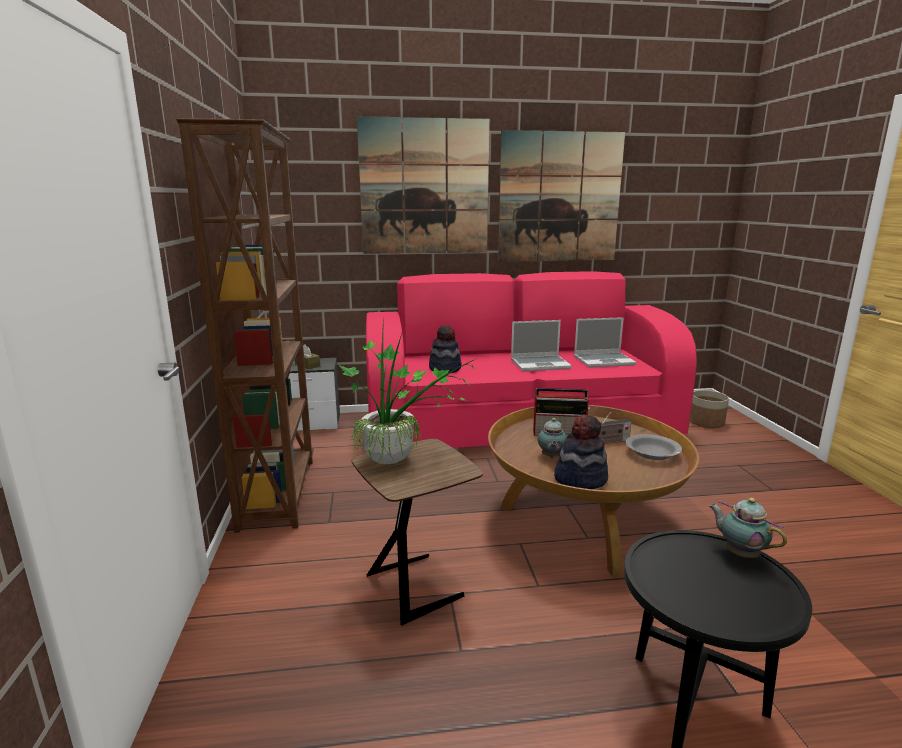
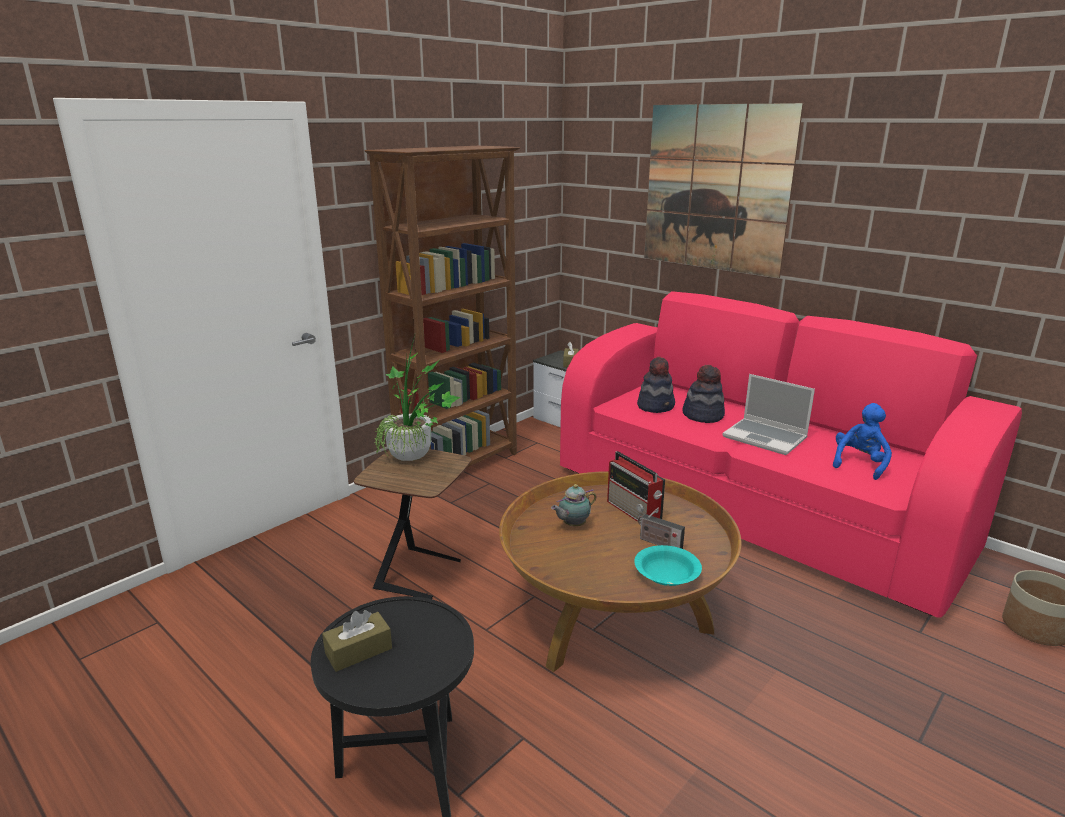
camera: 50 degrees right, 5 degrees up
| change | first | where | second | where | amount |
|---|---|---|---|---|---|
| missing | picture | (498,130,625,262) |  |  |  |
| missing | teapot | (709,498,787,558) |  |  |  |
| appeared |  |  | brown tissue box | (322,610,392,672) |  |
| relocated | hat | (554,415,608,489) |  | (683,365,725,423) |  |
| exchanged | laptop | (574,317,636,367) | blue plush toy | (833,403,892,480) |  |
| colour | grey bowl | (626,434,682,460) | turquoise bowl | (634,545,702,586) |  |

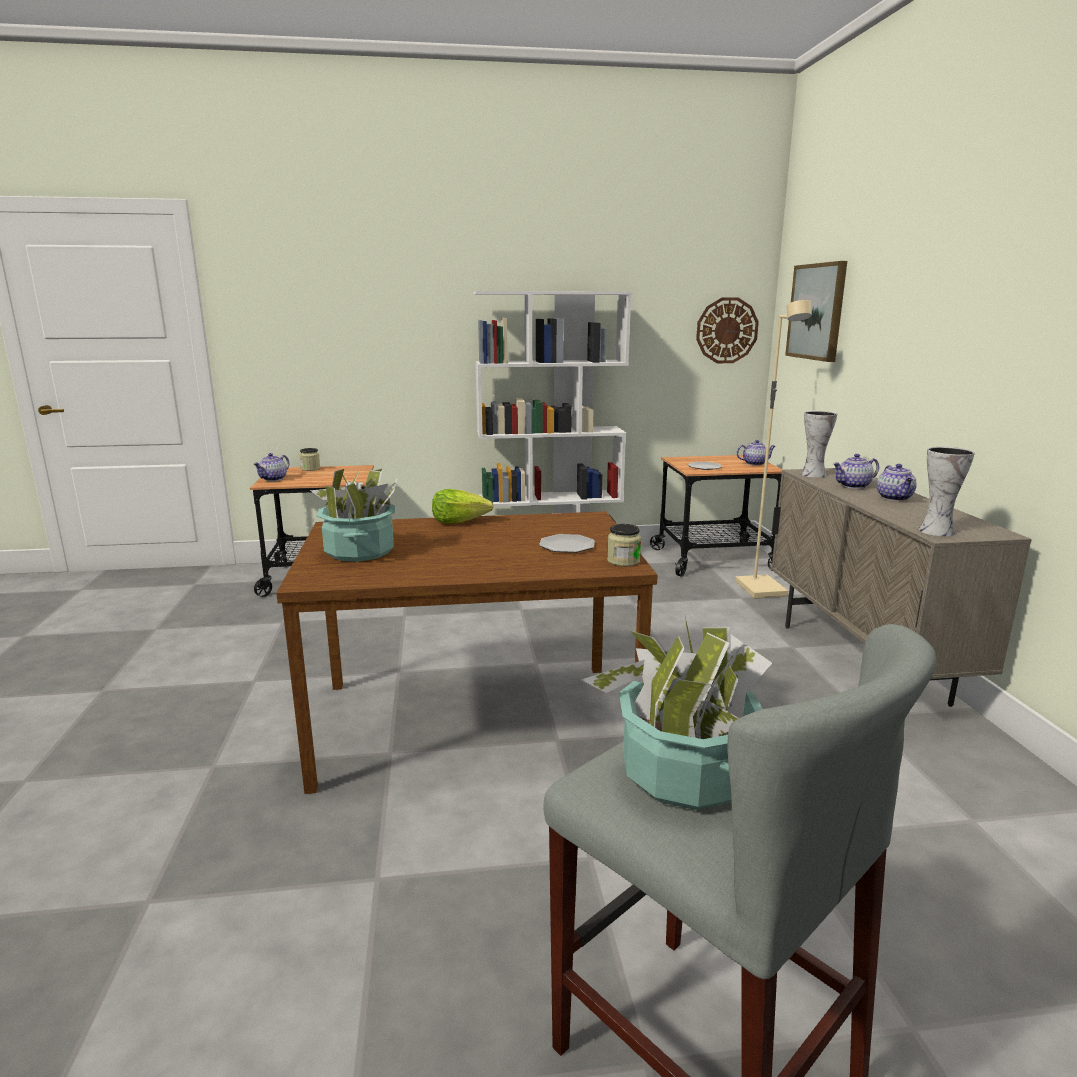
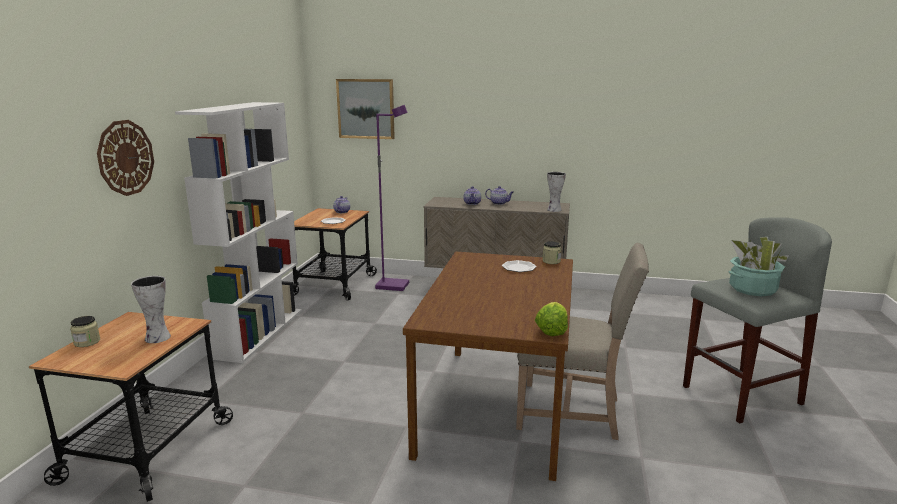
camera: 70 degrees left, 0 degrees up
| change | first | where | second | where | amount |
|---|---|---|---|---|---|
| missing | teapot | (253,453,289,481) |  |  |  |
| missing | potted plant | (310,469,398,562) |  |  |  |
| appeared |  |  | beige chair | (516,243,649,440) |  |
| relocated | lettuce | (432,489,494,524) |  | (535,302,568,336) |  |
| relocated | wall clock | (696,297,759,363) |  | (97,120,154,196) |  |
| relocated | vase | (801,411,837,478) |  | (131,276,171,343) |  |
| colour | beige floor lamp | (735,300,812,599) | purple floor lamp | (375,105,409,291) |  |

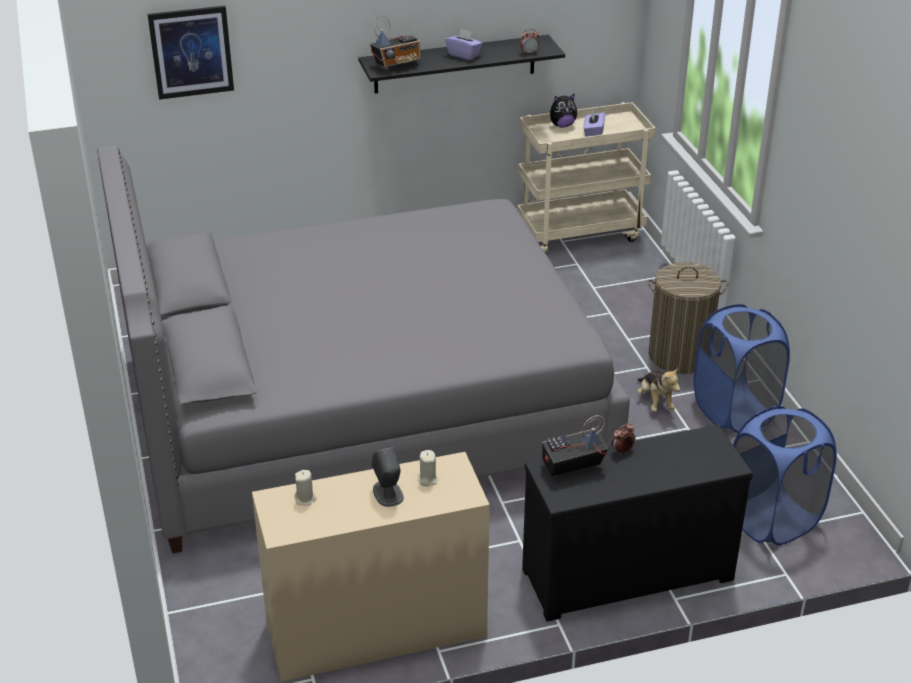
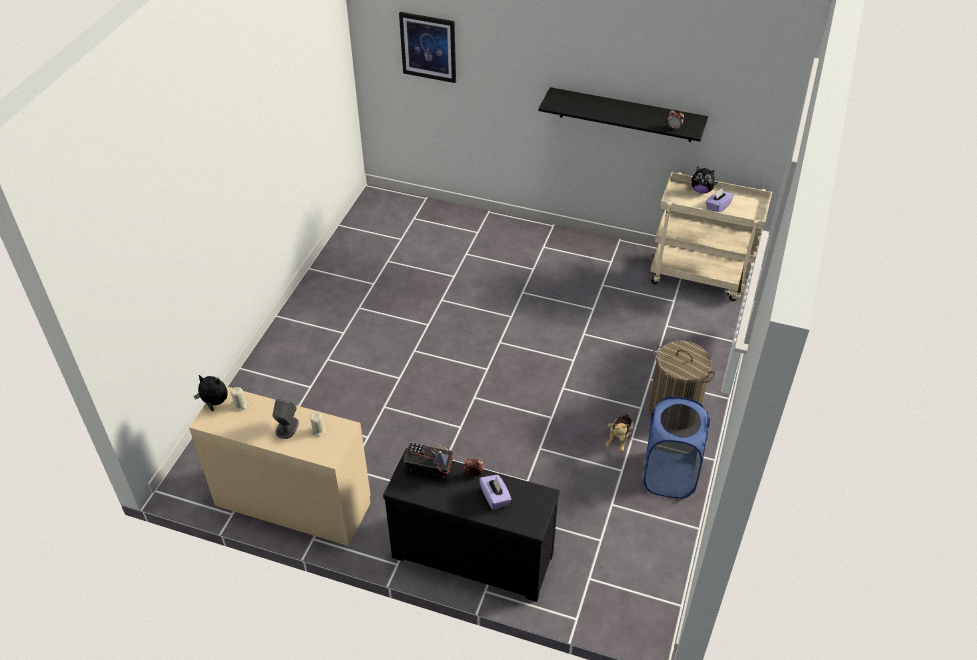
camera: 35 degrees right, 10 degrees up
| change | first | where | second | where | amount |
|---|---|---|---|---|---|
| missing | grey bed | (97,145,630,553) |  |  |  |
| missing | radio | (370,16,420,70) |  |  |  |
| missing | blue laundry basket | (733,406,837,546) |  |  |  |
| appeared |  |  | plush toy | (194,375,228,412) |  |
| relocated | purple tissue box | (445,28,482,60) |  | (479,474,511,510) |  |

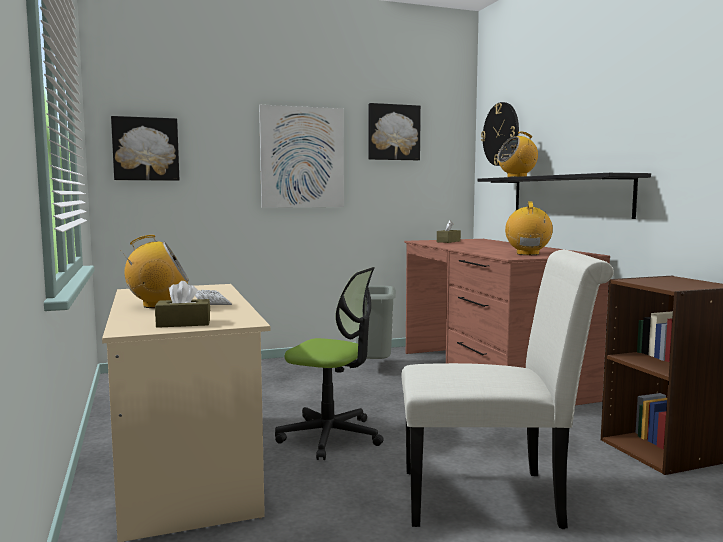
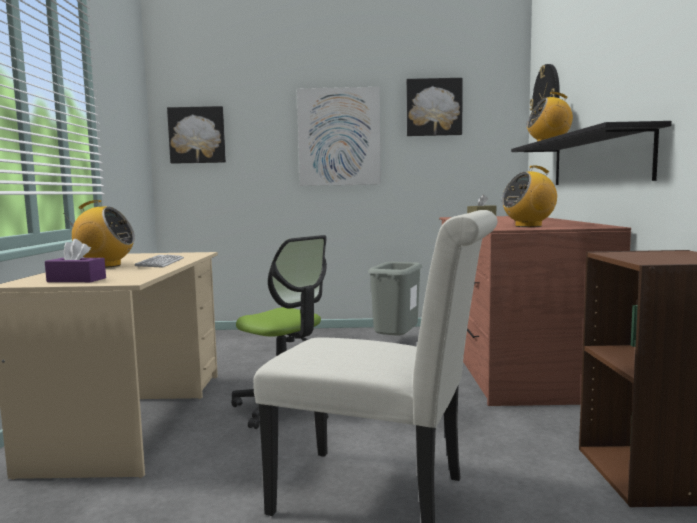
camera: 20 degrees right, 0 degrees up
| change | first | where | second | where | amount |
|---|---|---|---|---|---|
| colour | brown tissue box | (155,281,210,328) | purple tissue box | (45,239,106,282) |  |
| spun | radio | (505,202,553,255) |  | (502,166,557,227) | 135 degrees counterclockwise |

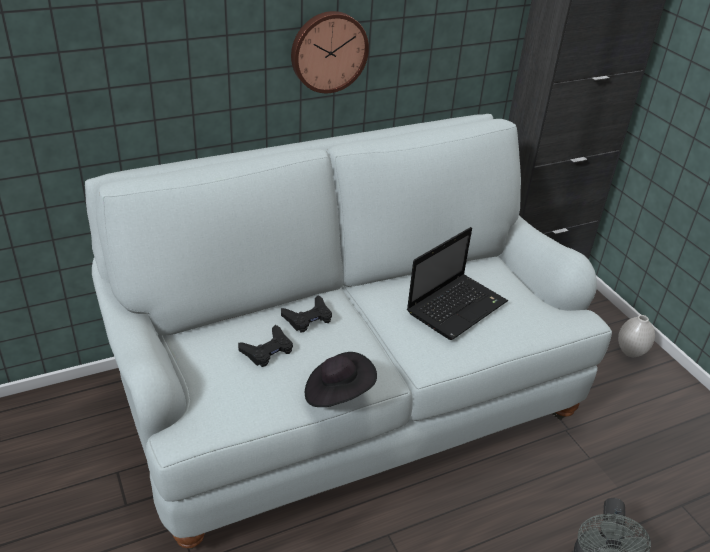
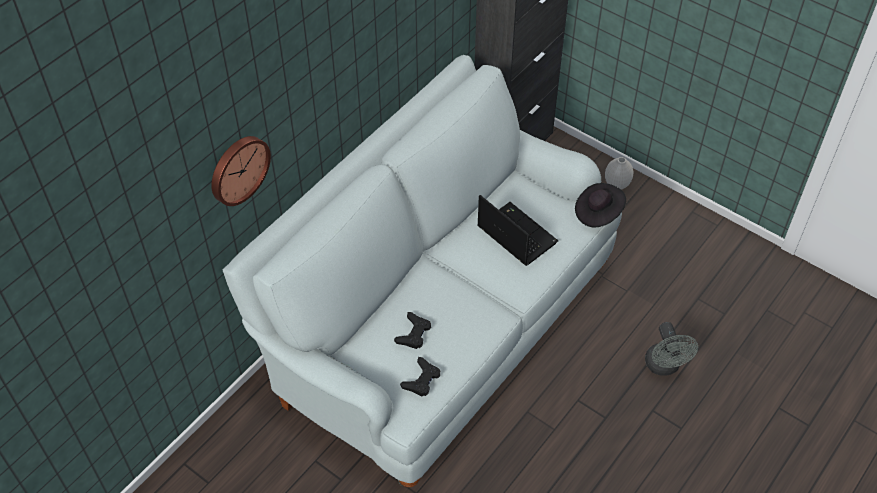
camera: 25 degrees left, 15 degrees up
| change | first | where | second | where | amount |
|---|---|---|---|---|---|
| relocated | black game controller | (281,295,332,332) |  | (400,357,440,396) |  |
| relocated | wall clock | (291,11,369,93) |  | (211,136,271,206) |  |
| relocated | black hat | (305,352,377,407) |  | (575,183,626,227) |  |
| spun | laptop | (407,227,508,340) |  | (477,195,558,266) | 60 degrees counterclockwise |

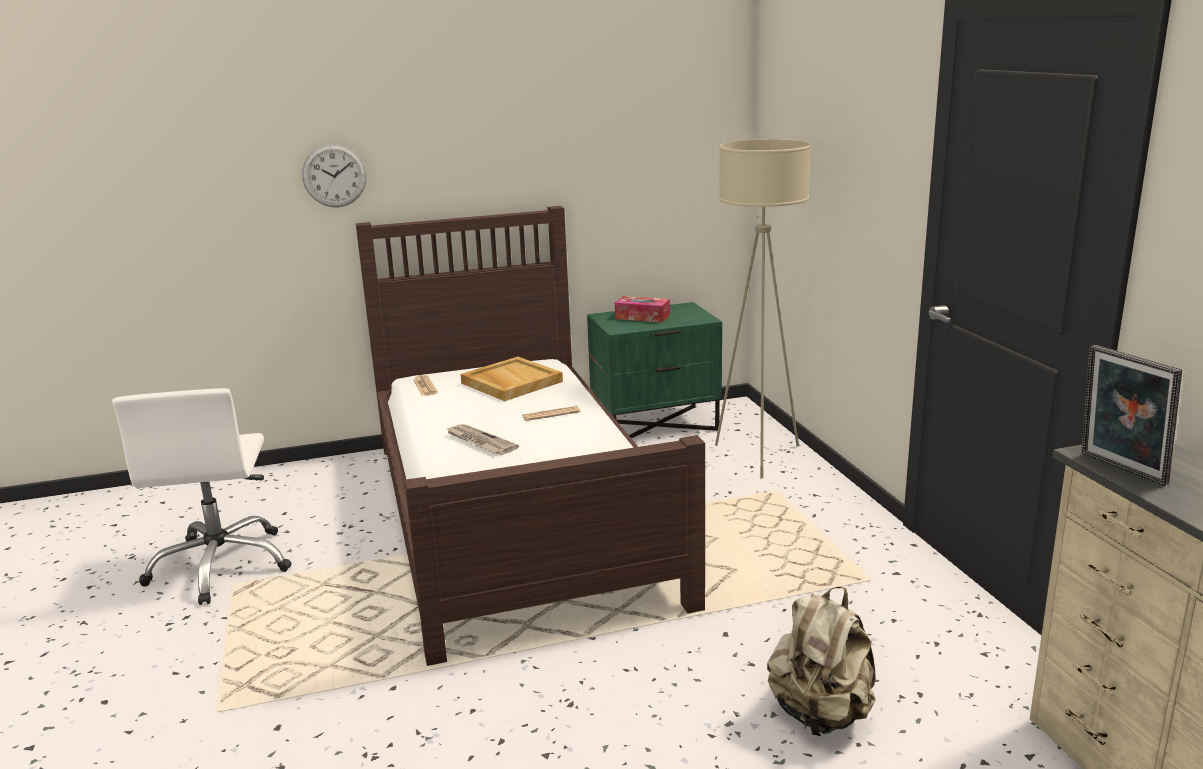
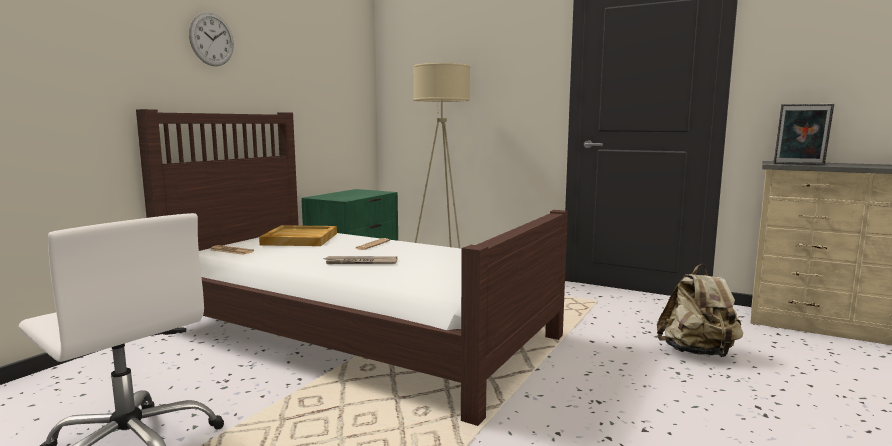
camera: 45 degrees left, 10 degrees down
| change | first | where | second | where | amount |
|---|---|---|---|---|---|
| missing | tissue box | (615,296,670,323) |  |  |  |
| relocated | wall clock | (302,144,366,207) |  | (189,12,234,66) |  |

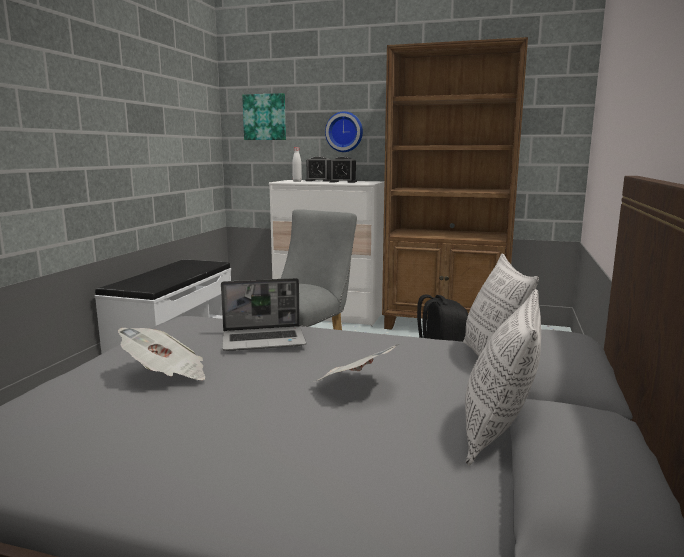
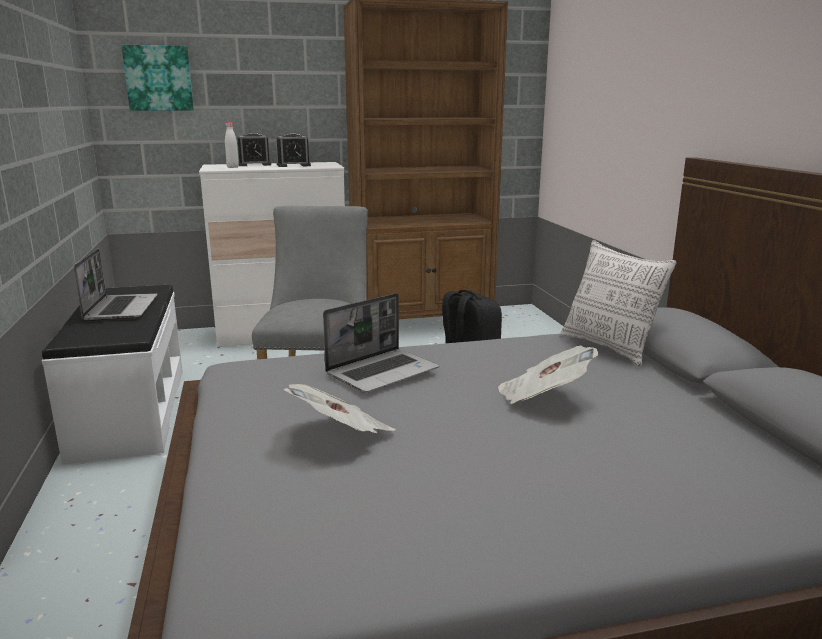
camera: 30 degrees left, 5 degrees up
| change | first | where | second | where | amount |
|---|---|---|---|---|---|
| missing | wall clock | (325,112,363,152) |  |  |  |
| missing | pillow | (465,289,541,466) |  |  |  |
| appeared |  |  | laptop | (74,249,158,321) |  |

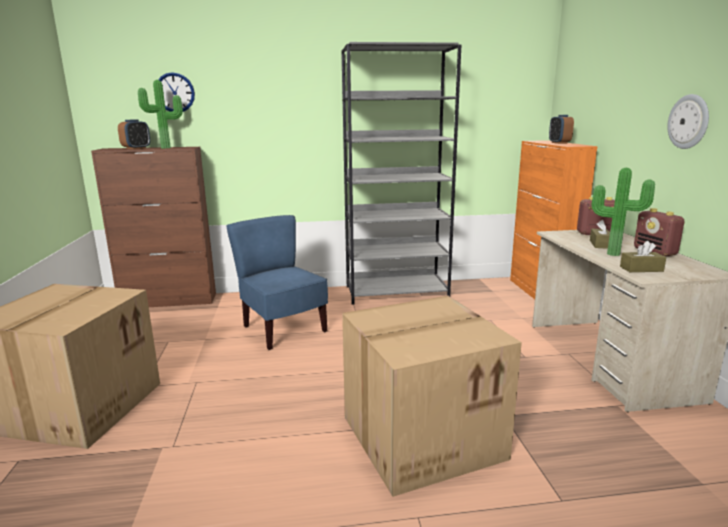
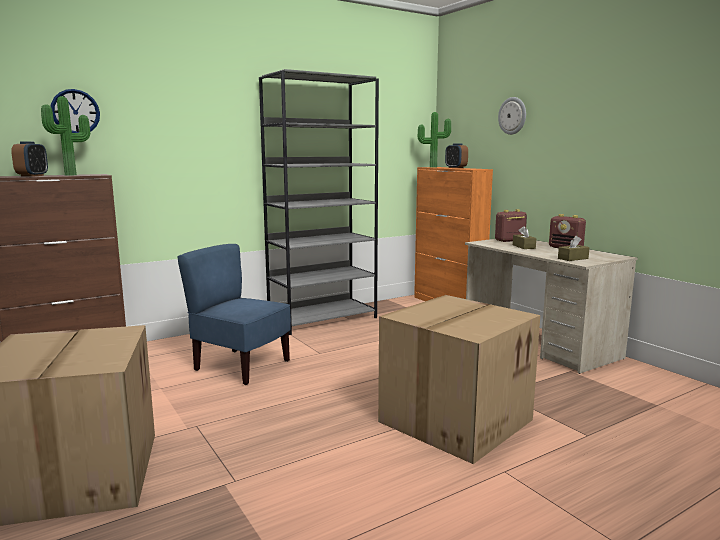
camera: 25 degrees left, 5 degrees down
| change | first | where | second | where | amount |
|---|---|---|---|---|---|
| relocated | potted plant | (592,168,655,256) |  | (418,112,451,167) |  |
| relocated | wall clock | (667,94,709,149) |  | (498,97,526,135) |  |

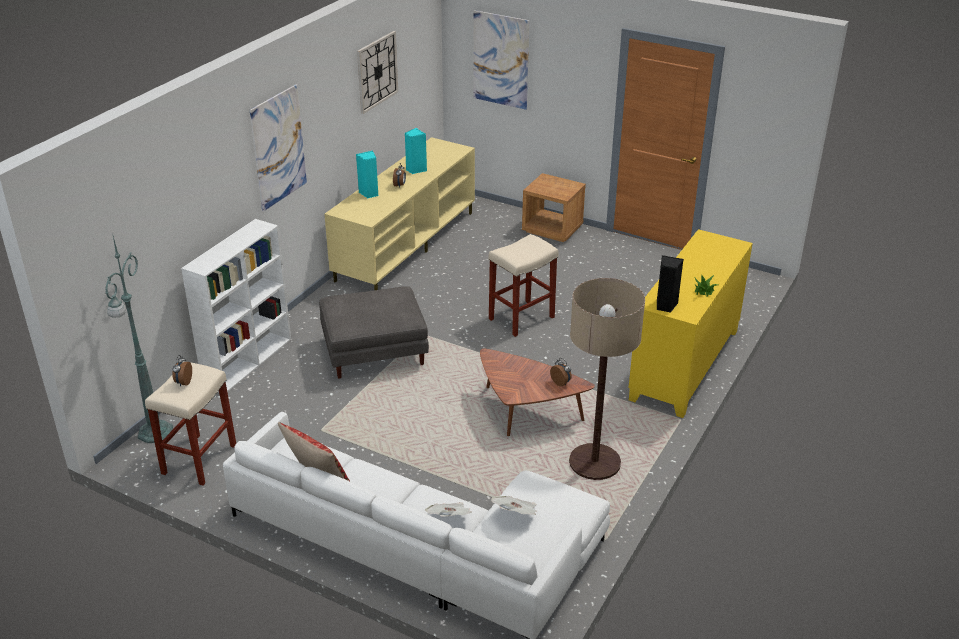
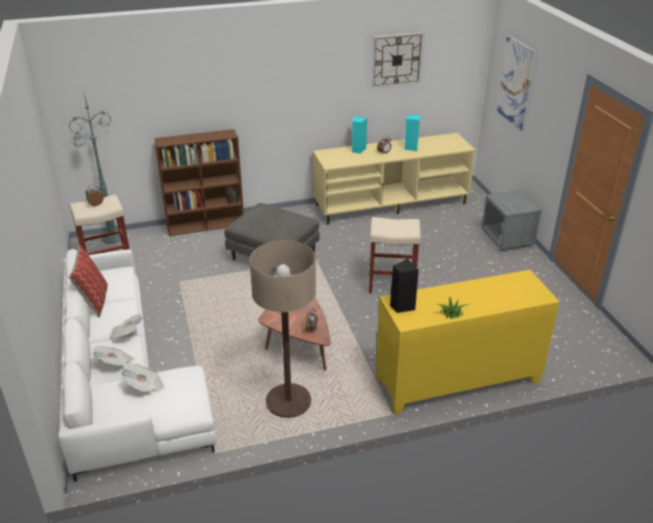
camera: 45 degrees right, 0 degrees up
| change | first | where | second | where | amount |
|---|---|---|---|---|---|
| missing | picture | (250,84,307,211) |  |  |  |
| appeared |  |  | newspaper | (111,313,143,340) |  |
| colour | white bookcase | (181,219,291,392) | brown bookcase | (154,129,244,236) |  |
| colour | brown nightstand | (522,173,586,242) | grey nightstand | (481,190,542,251) |  |

